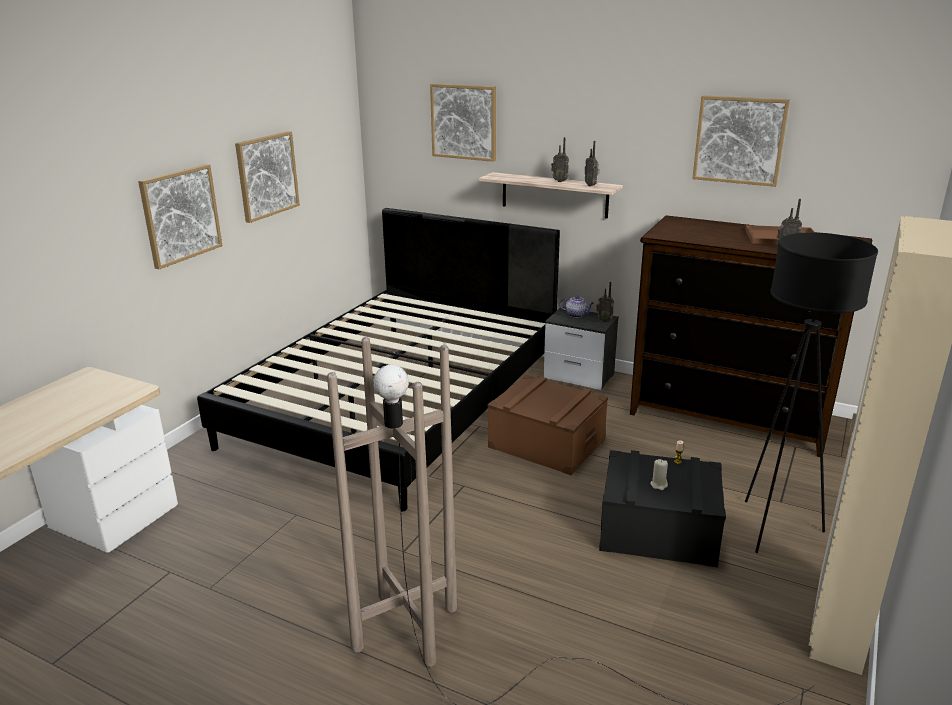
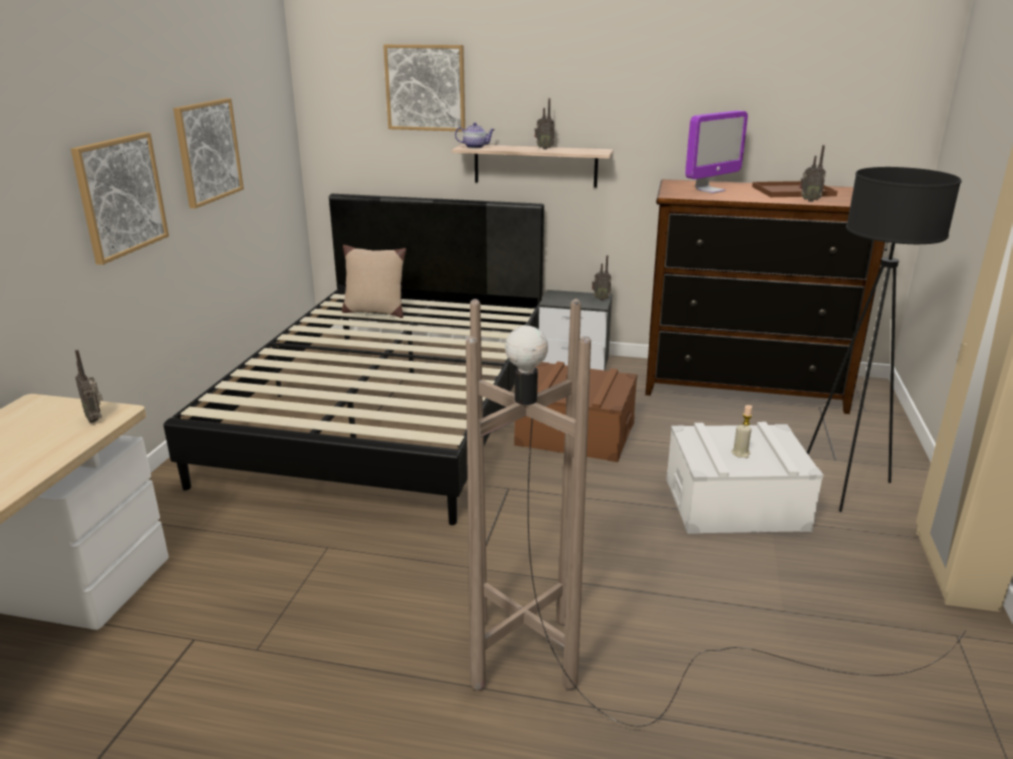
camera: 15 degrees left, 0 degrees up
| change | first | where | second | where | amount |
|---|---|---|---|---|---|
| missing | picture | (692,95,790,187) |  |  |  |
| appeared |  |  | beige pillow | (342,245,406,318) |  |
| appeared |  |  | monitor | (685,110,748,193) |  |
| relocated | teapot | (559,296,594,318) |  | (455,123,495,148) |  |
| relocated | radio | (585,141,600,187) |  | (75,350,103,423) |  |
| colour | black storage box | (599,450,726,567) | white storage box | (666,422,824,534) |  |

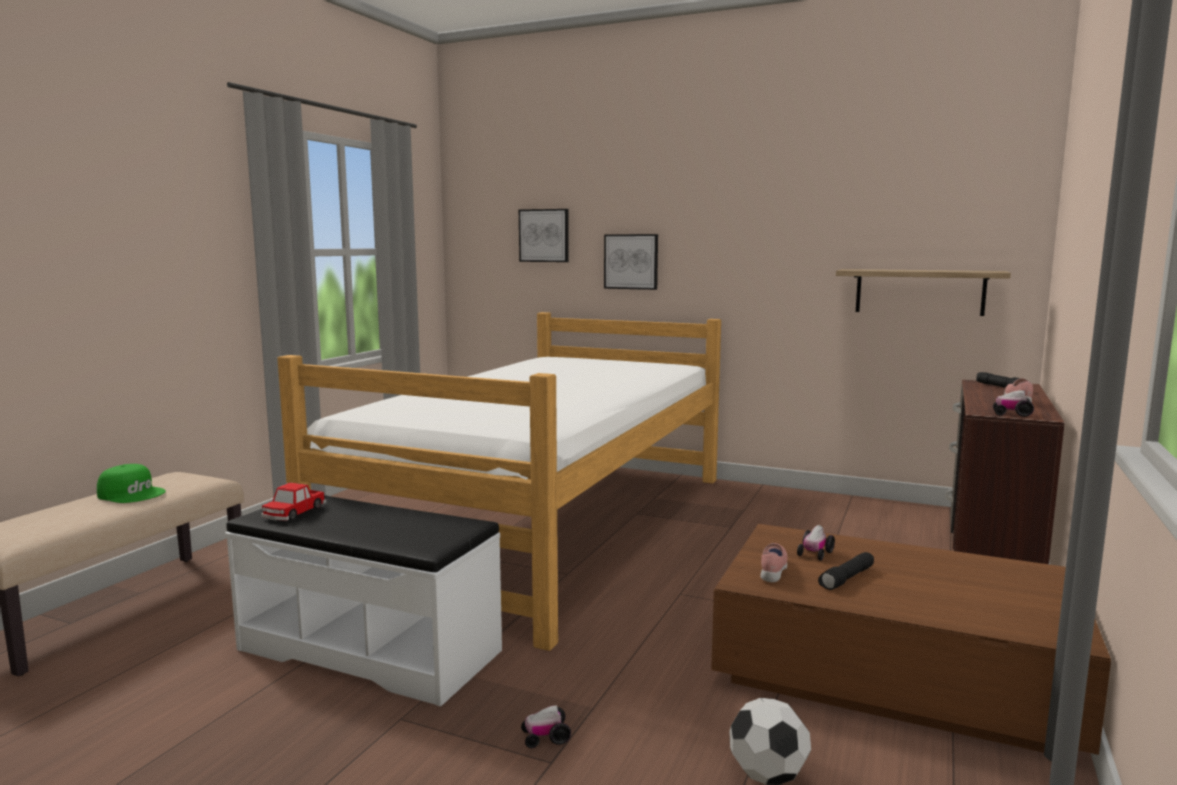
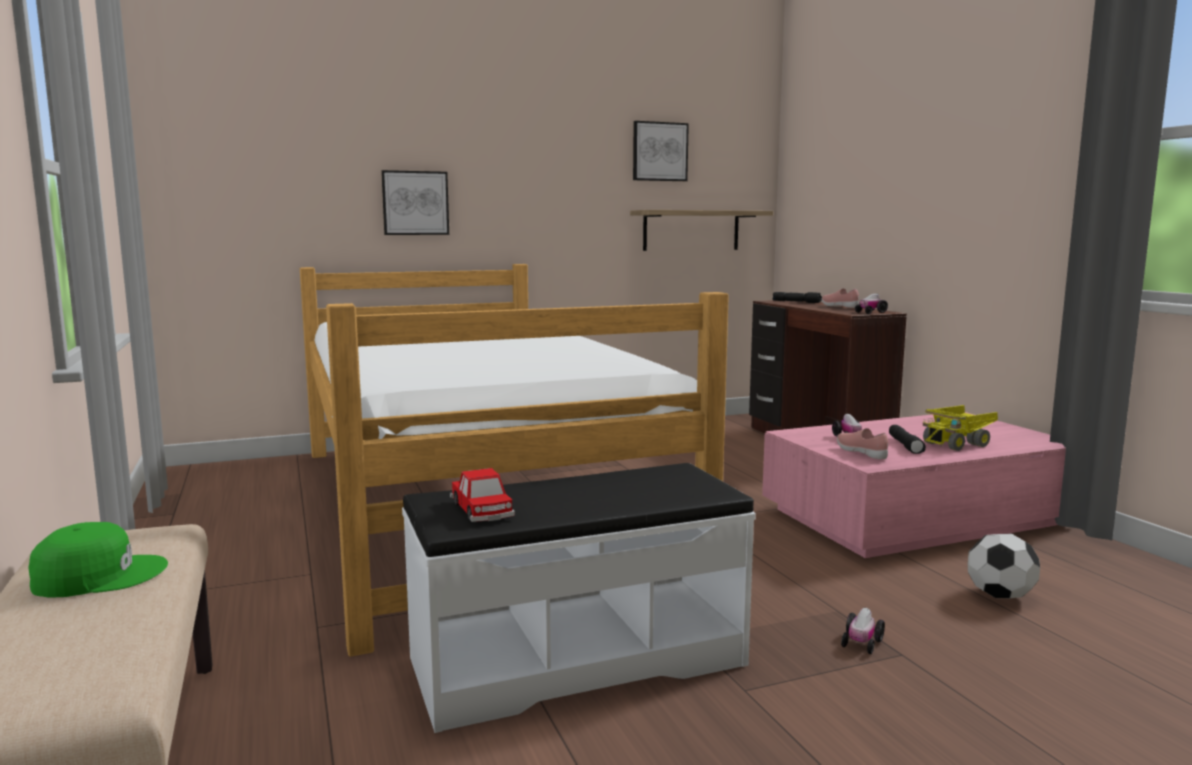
camera: 45 degrees left, 0 degrees up
| change | first | where | second | where | amount |
|---|---|---|---|---|---|
| appeared |  |  | toy truck | (923,405,998,451) |  |
| relocated | picture | (519,209,569,262) |  | (633,121,689,181) |  |
| colour | brown coffee table | (711,524,1111,755) | pink coffee table | (762,412,1066,558) |  |

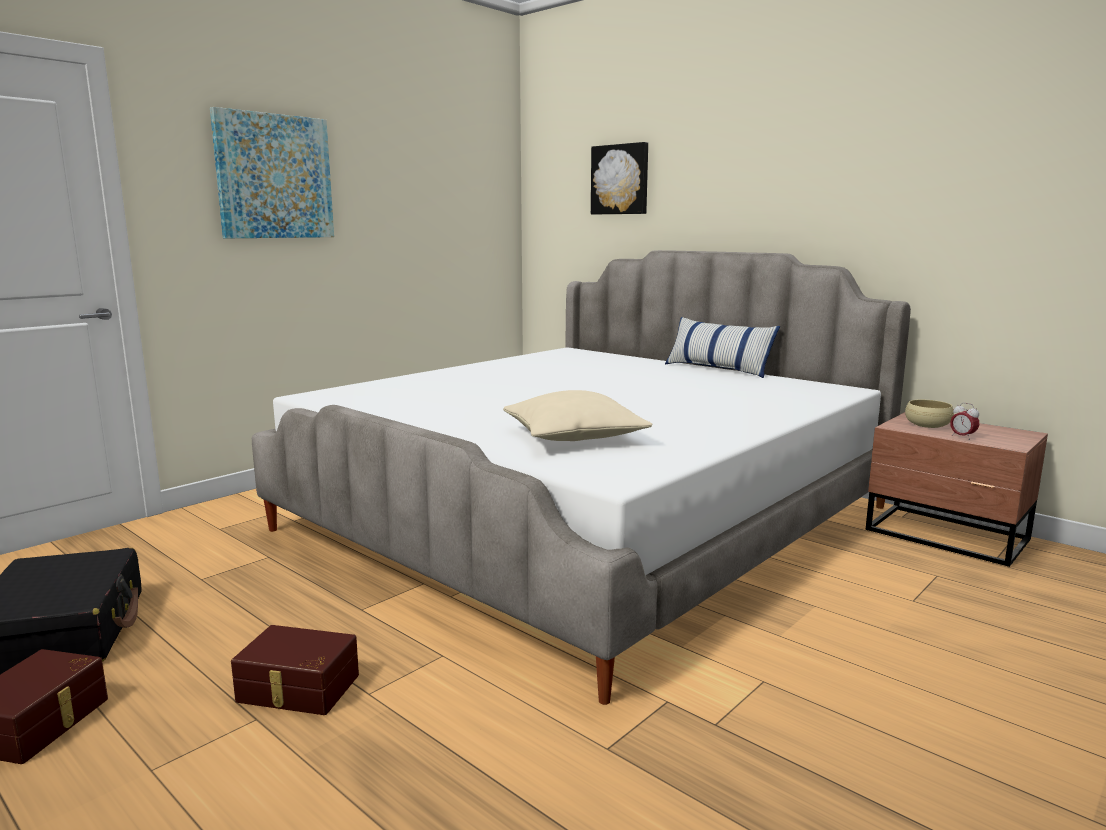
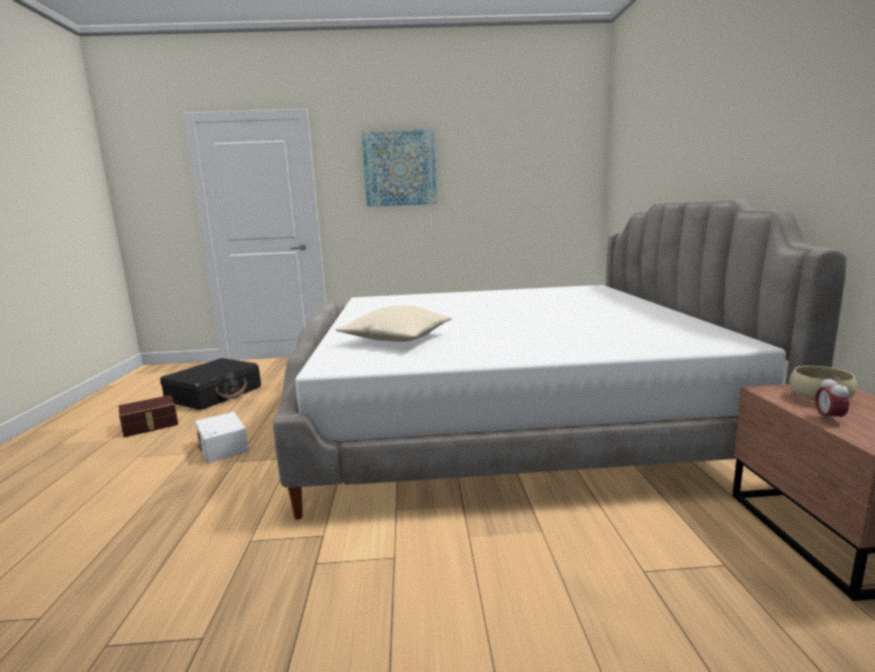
camera: 45 degrees right, 0 degrees up
| change | first | where | second | where | amount |
|---|---|---|---|---|---|
| missing | picture | (591,142,648,214) |  |  |  |
| missing | pillow | (665,317,780,378) |  |  |  |
| colour | brown storage box | (231,625,359,715) | white storage box | (195,412,249,463) |  |

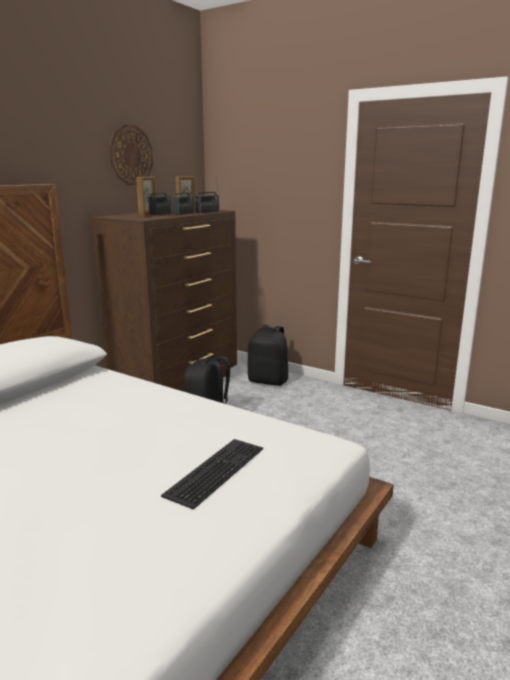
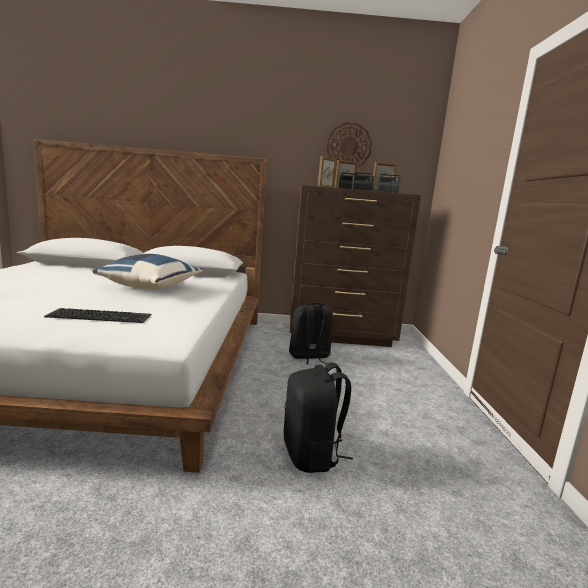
camera: 55 degrees right, 5 degrees down
| change | first | where | second | where | amount |
|---|---|---|---|---|---|
| appeared |  |  | blue pillow | (92,254,203,290) |  |
| relocated | black backpack | (247,325,288,386) |  | (284,363,353,473) |  |

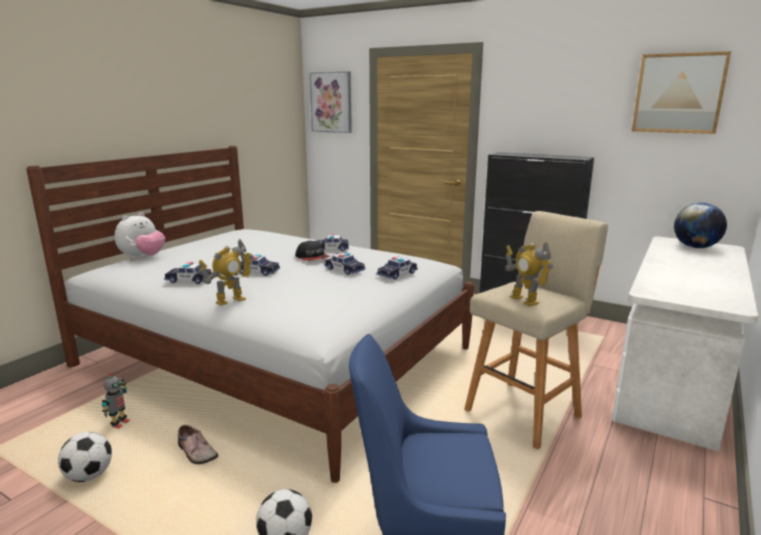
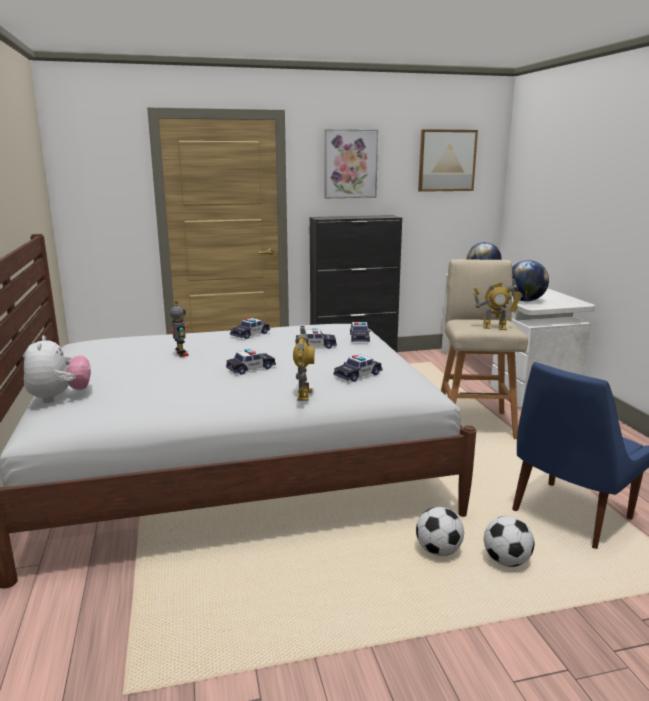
camera: 45 degrees left, 0 degrees up
| change | first | where | second | where | amount |
|---|---|---|---|---|---|
| missing | shoe | (178,425,218,464) |  |  |  |
| missing | cap | (295,241,330,261) |  |  |  |
| appeared |  |  | globe | (512,260,549,302) |  |
| relocated | football | (58,432,112,482) |  | (416,507,464,556) |  |
| relocated | toy robot | (102,372,130,428) |  | (170,301,189,357) |  |
| relocated | toy car | (164,262,212,284) |  | (333,355,382,382) |  |
| relocated | picture | (310,71,352,133) |  | (324,129,378,198) |  |

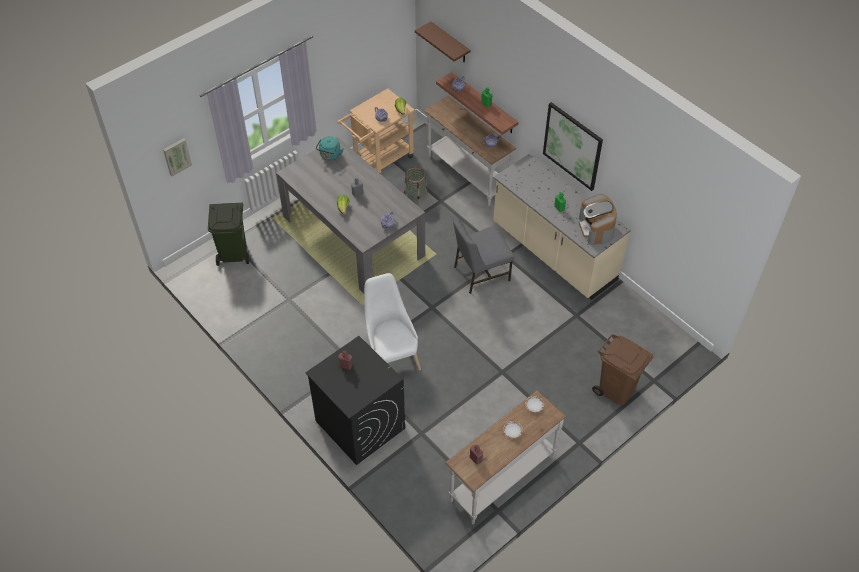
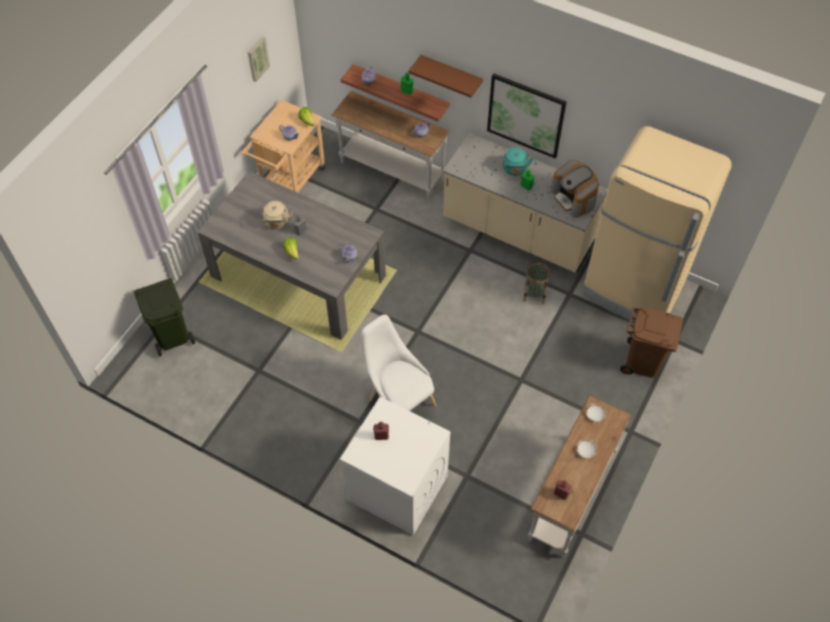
camera: 20 degrees left, 5 degrees up
| change | first | where | second | where | amount |
|---|---|---|---|---|---|
| missing | grey chair | (453,217,514,294) |  |  |  |
| appeared |  |  | beige kettle | (262,201,293,230) |  |
| appeared |  |  | beige fridge | (582,126,732,321) |  |
| relocated | picture | (163,138,192,176) |  | (248,36,270,82) |  |
| relocated | turquoise kettle | (316,136,343,161) |  | (503,148,534,176) |  |
| relocated | basket | (404,167,428,205) |  | (523,263,551,304) |  |
| relocated | brown shelf | (415,21,470,63) |  | (408,55,483,98) |  |
| colour | black washing machine | (305,336,405,465) | white washing machine | (340,397,451,535) |  |

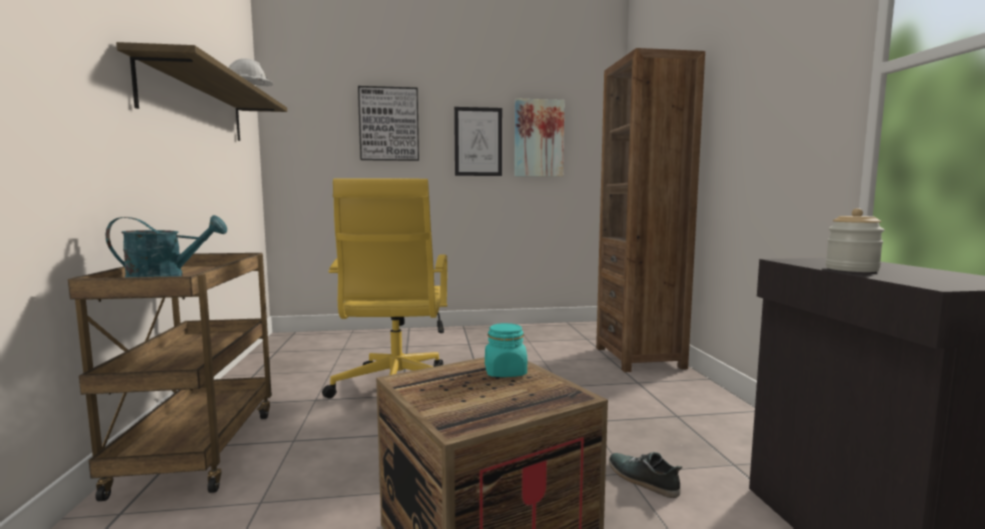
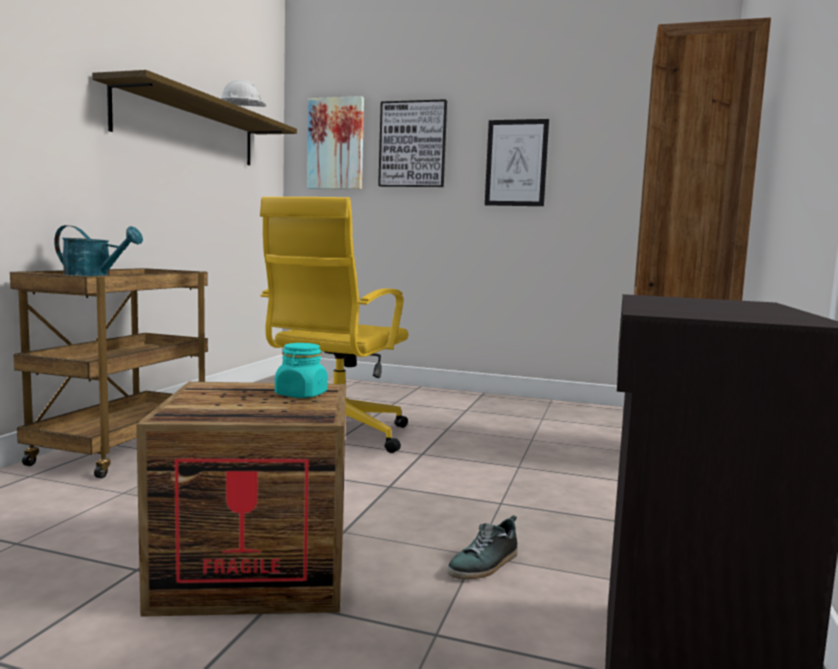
camera: 25 degrees right, 0 degrees up
| change | first | where | second | where | amount |
|---|---|---|---|---|---|
| missing | jar | (825,208,884,272) |  |  |  |
| relocated | picture | (514,98,565,177) |  | (307,96,364,189) |  |
| spun | shoe | (609,452,682,498) |  | (447,515,517,579) | 120 degrees counterclockwise |

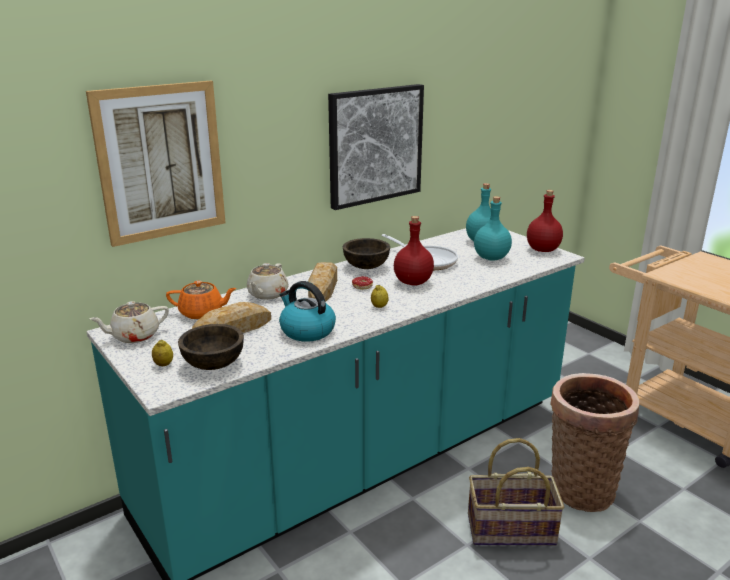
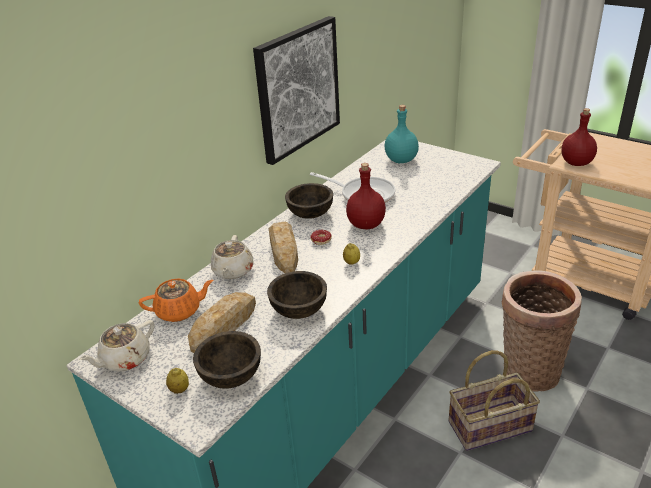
camera: 15 degrees left, 10 degrees up
| change | first | where | second | where | amount |
|---|---|---|---|---|---|
| missing | picture | (86,81,226,247) |  |  |  |
| missing | turquoise bottle | (474,196,512,261) |  |  |  |
| relocated | red bottle | (527,190,563,252) |  | (561,108,597,166) |  |
| exchanged | kettle | (279,281,336,342) | brown bowl | (267,271,327,319) |  |

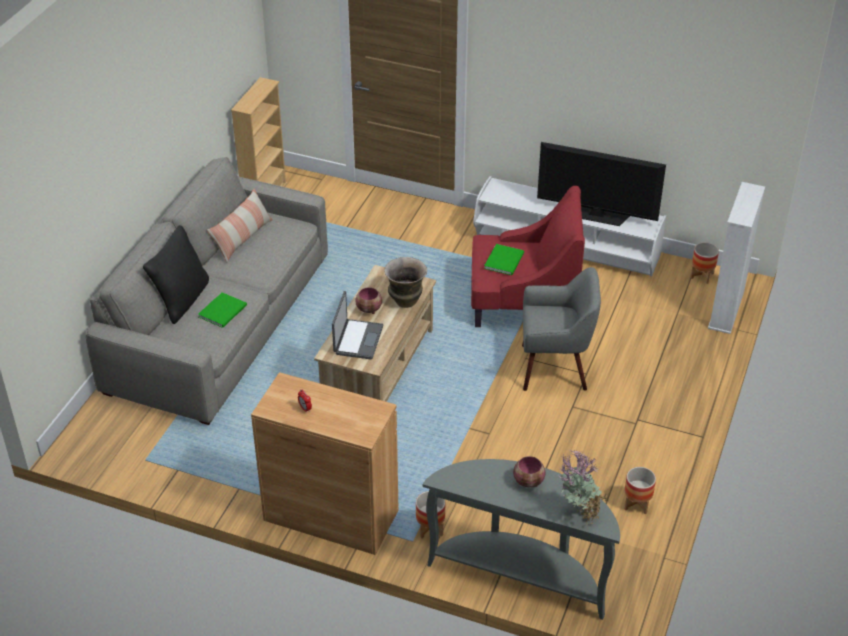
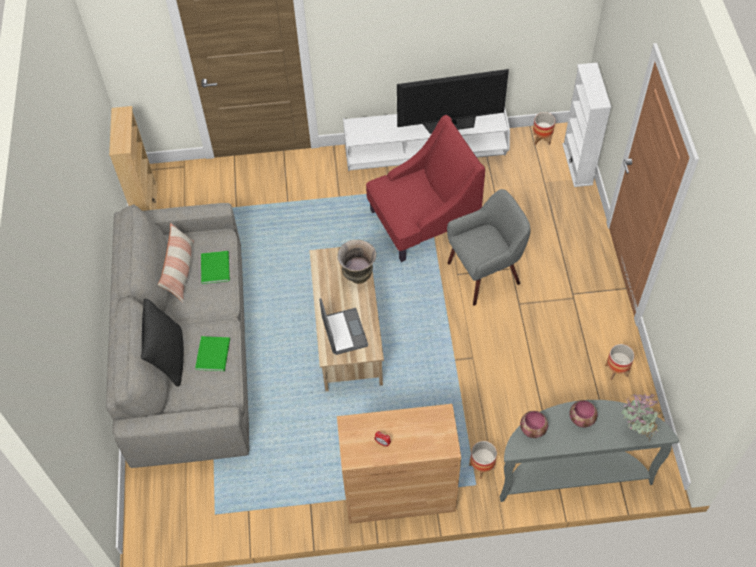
camera: 25 degrees left, 15 degrees up
| change | first | where | second | where | amount |
|---|---|---|---|---|---|
| relocated | bowl | (355,287,382,314) |  | (520,411,548,438) |  |
| relocated | green book | (484,244,524,275) |  | (201,251,230,284) |  |

